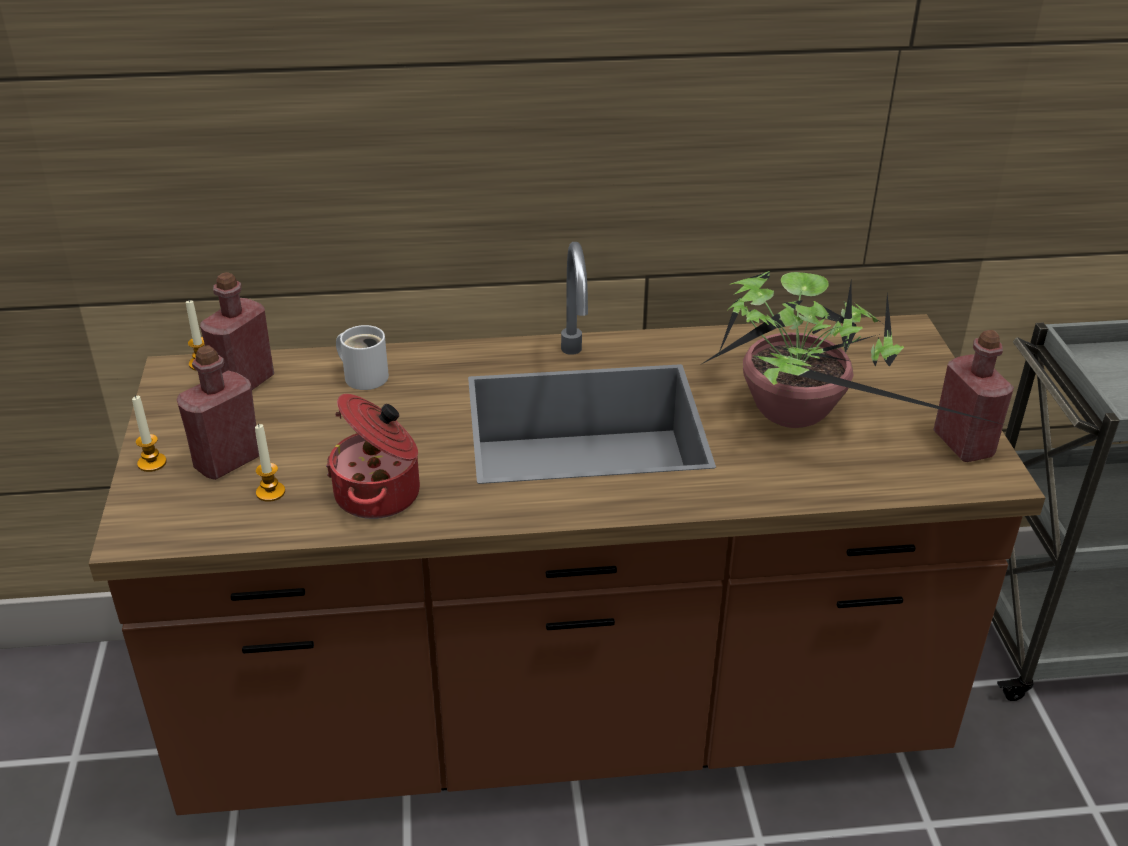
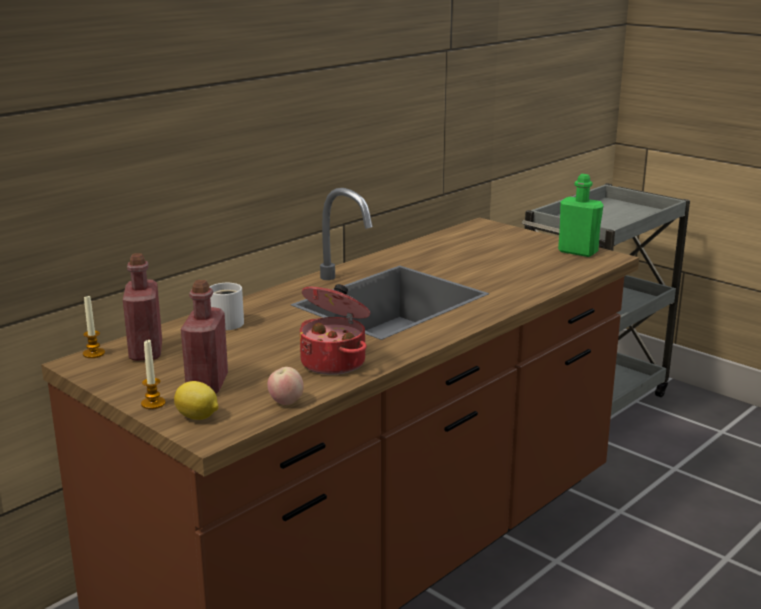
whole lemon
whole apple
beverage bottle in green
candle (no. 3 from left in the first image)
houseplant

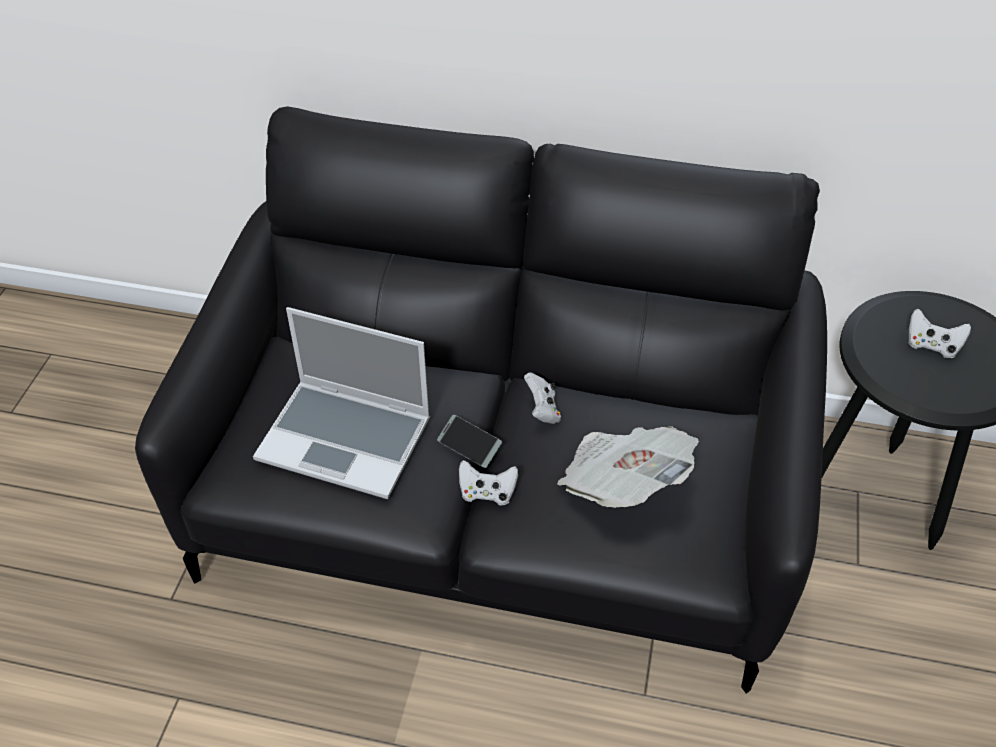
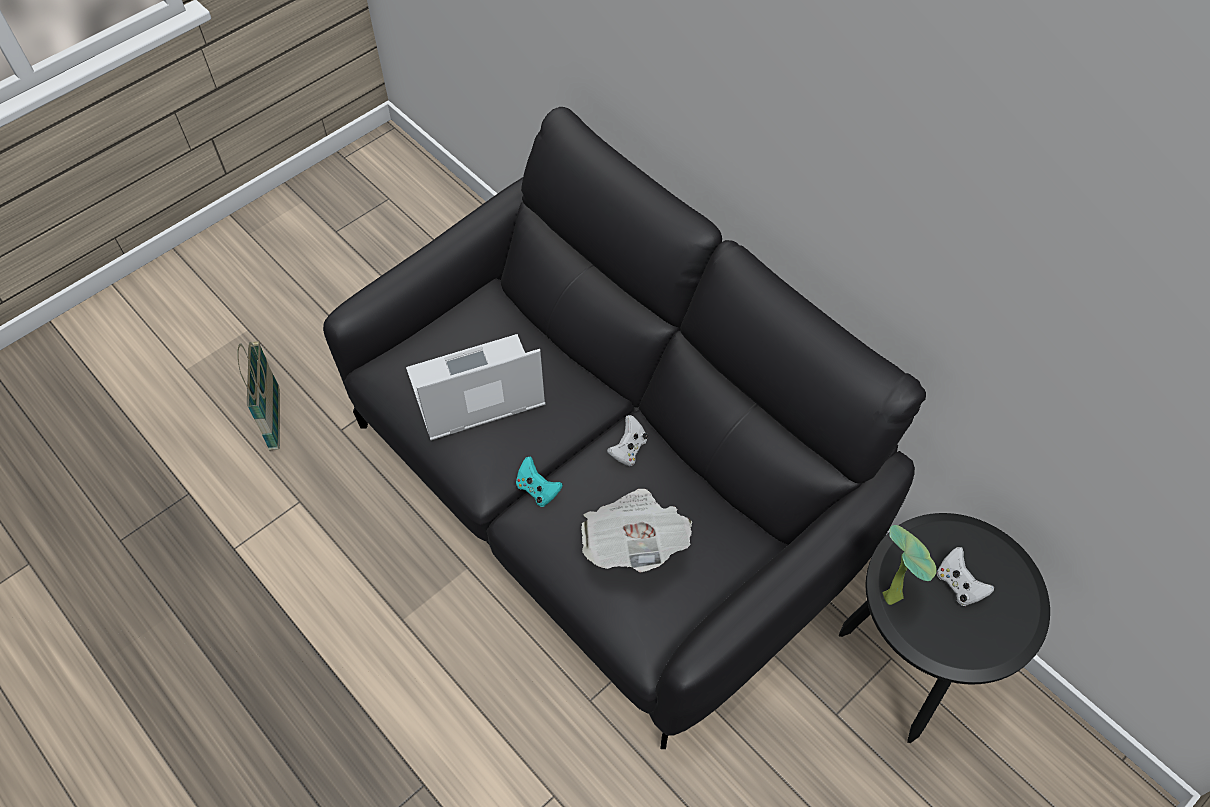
storage basket
notebook computer
game controller in turquoise-coloured
houseplant
phone

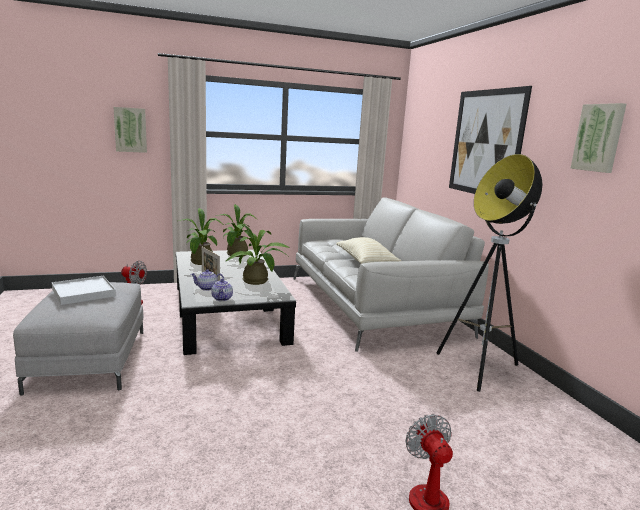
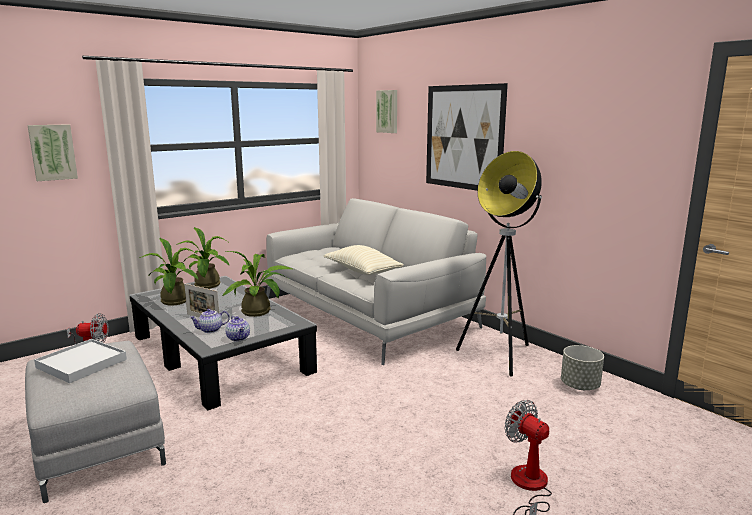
wall art (no. 2 from left)
flower pot in greyish

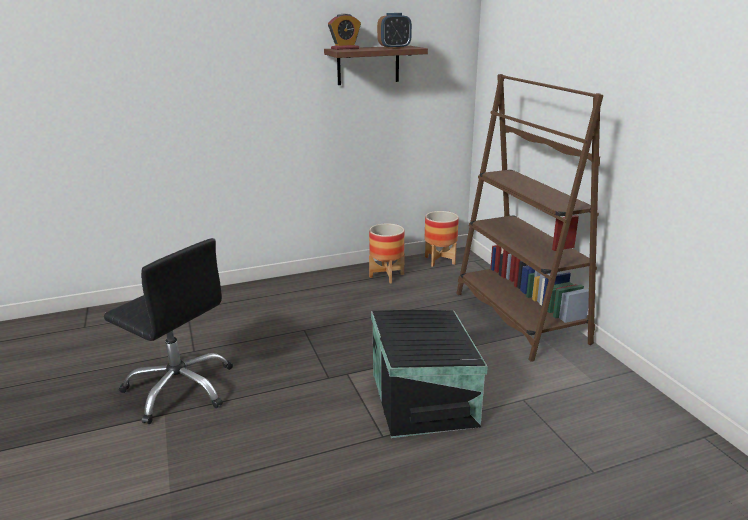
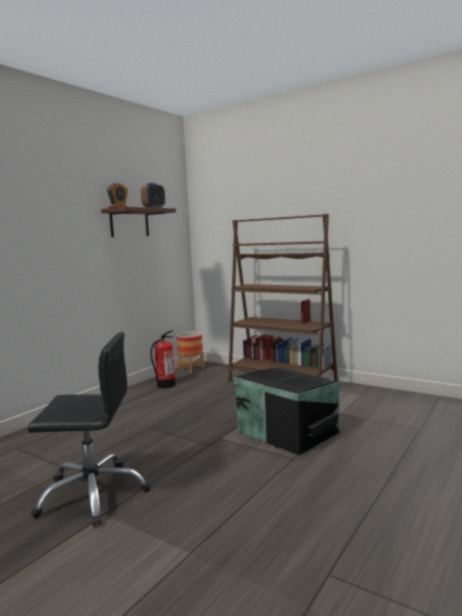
fire extinguisher

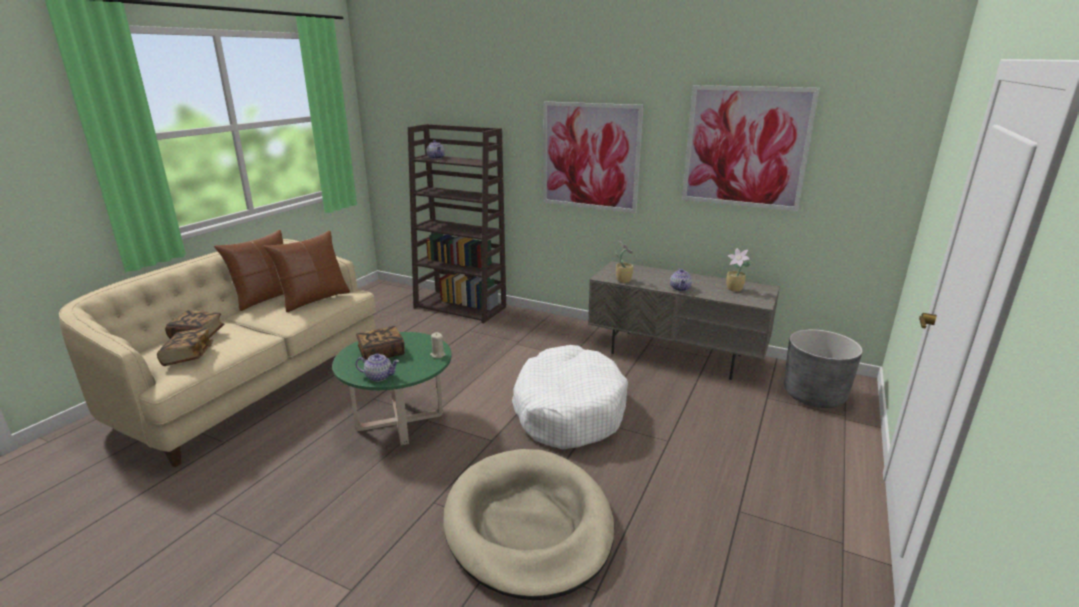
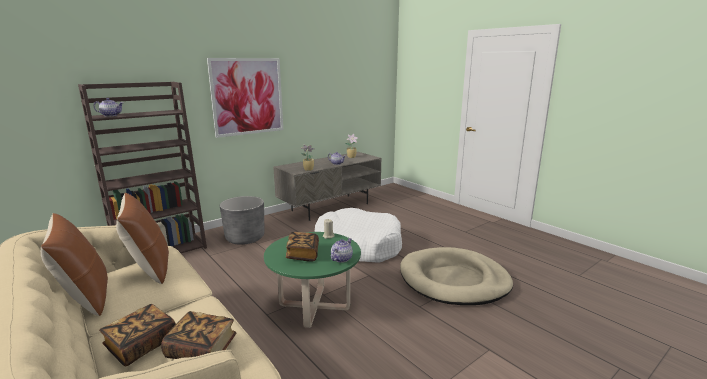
flower pot in greyish
wall art (no. 2 from left in the first image)

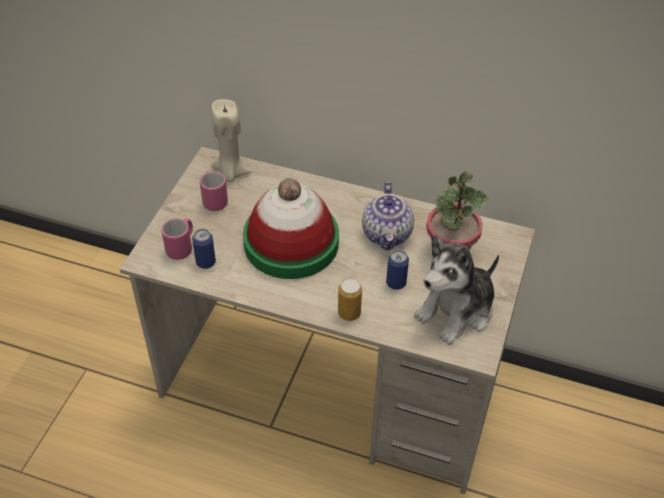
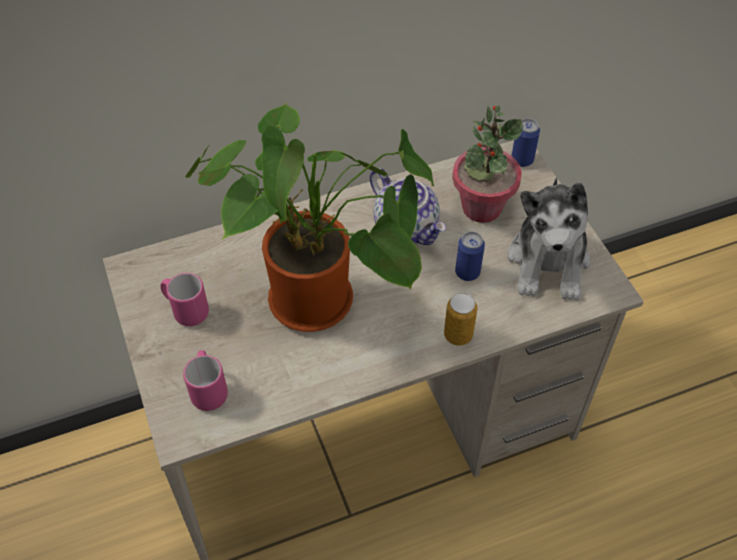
houseplant (no. 1 from left)
can (no. 3 from left)
candle in beige-coloured

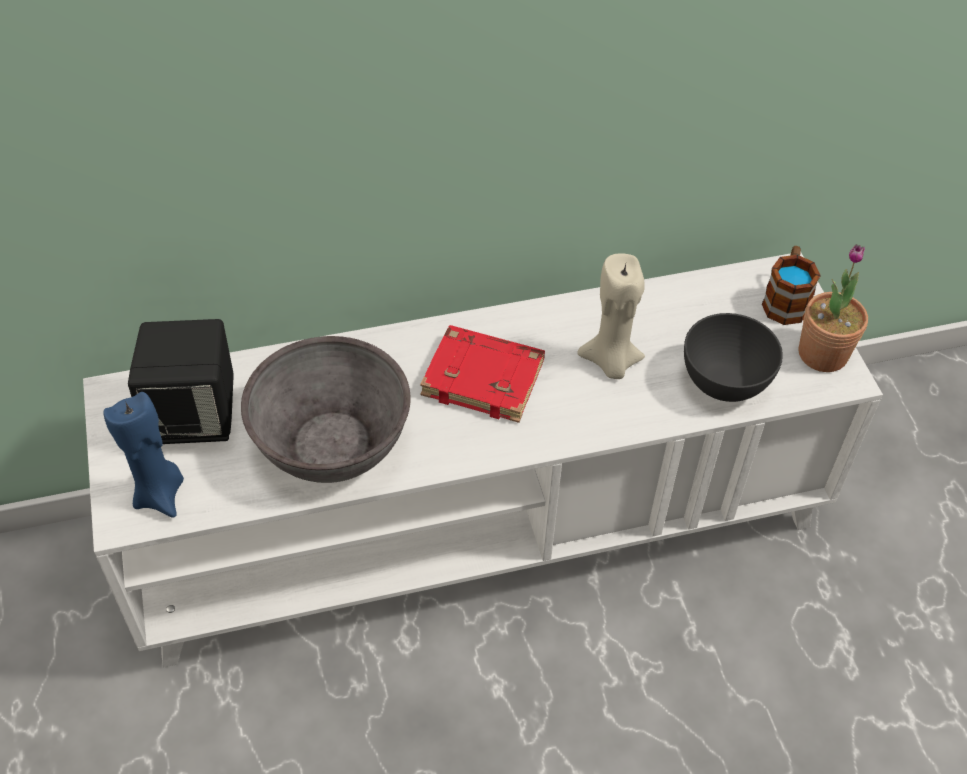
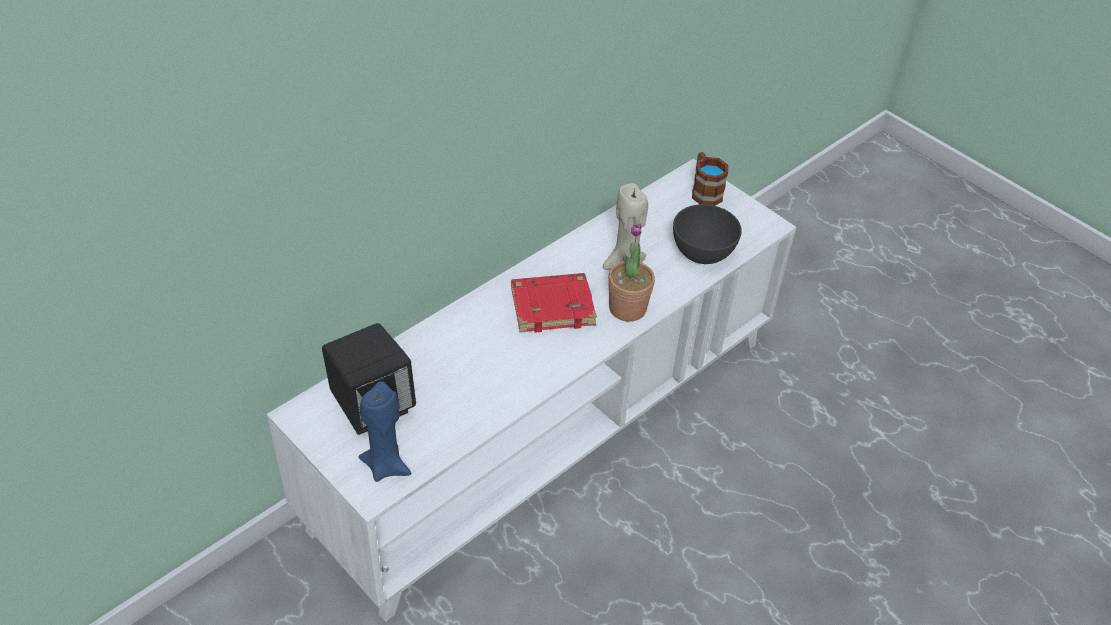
houseplant
deep dish in greyish (no. 1 from left in the first image)

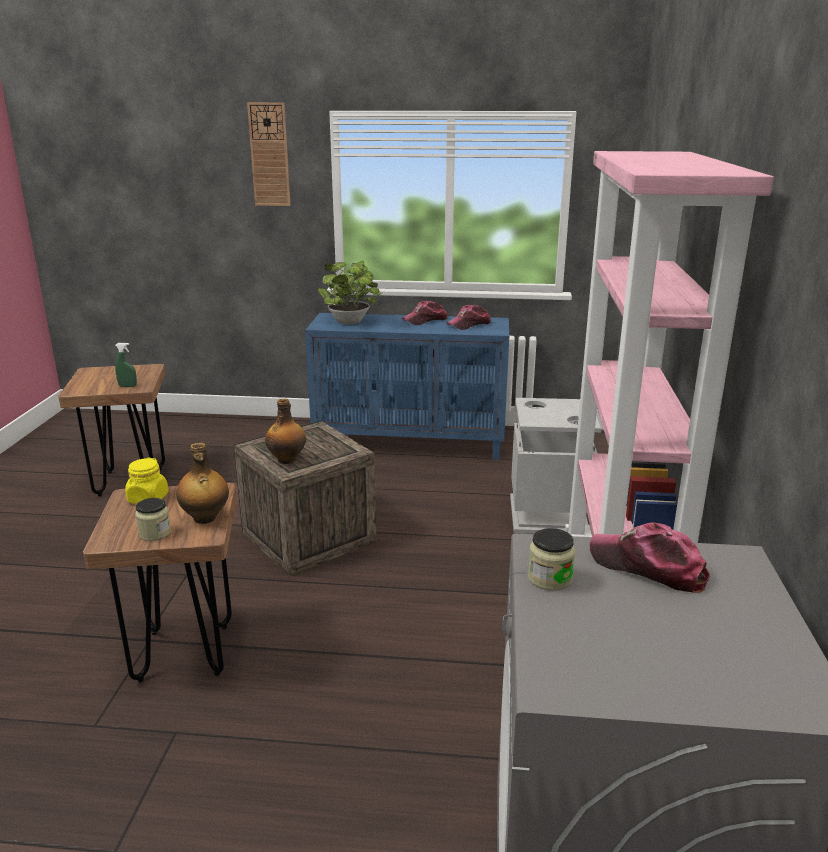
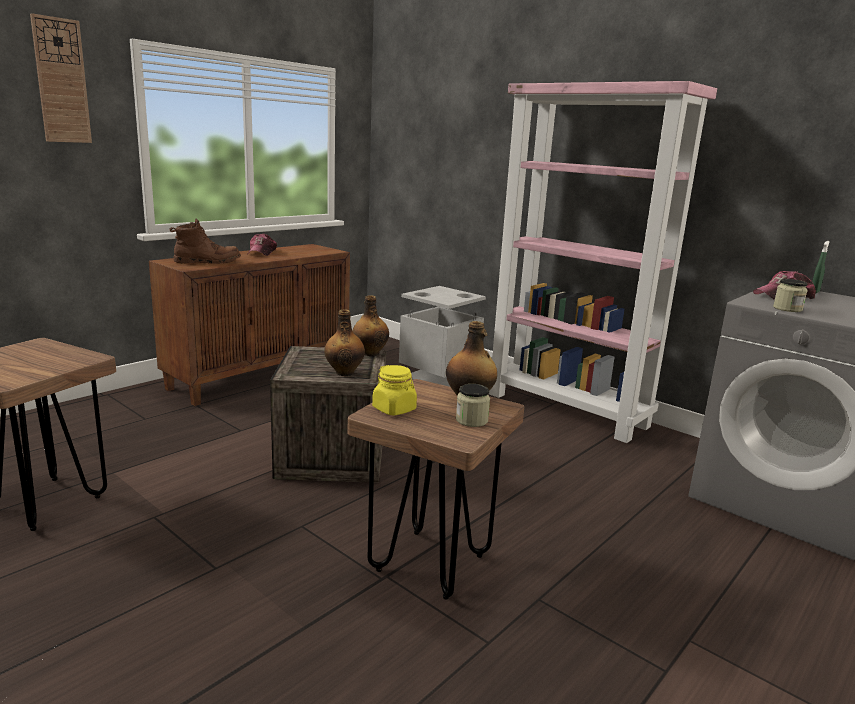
cabinet in brown
boot in brown
beverage bottle (no. 2 from left)
hand sprayer in green
peaked cap (no. 2 from left in the first image)

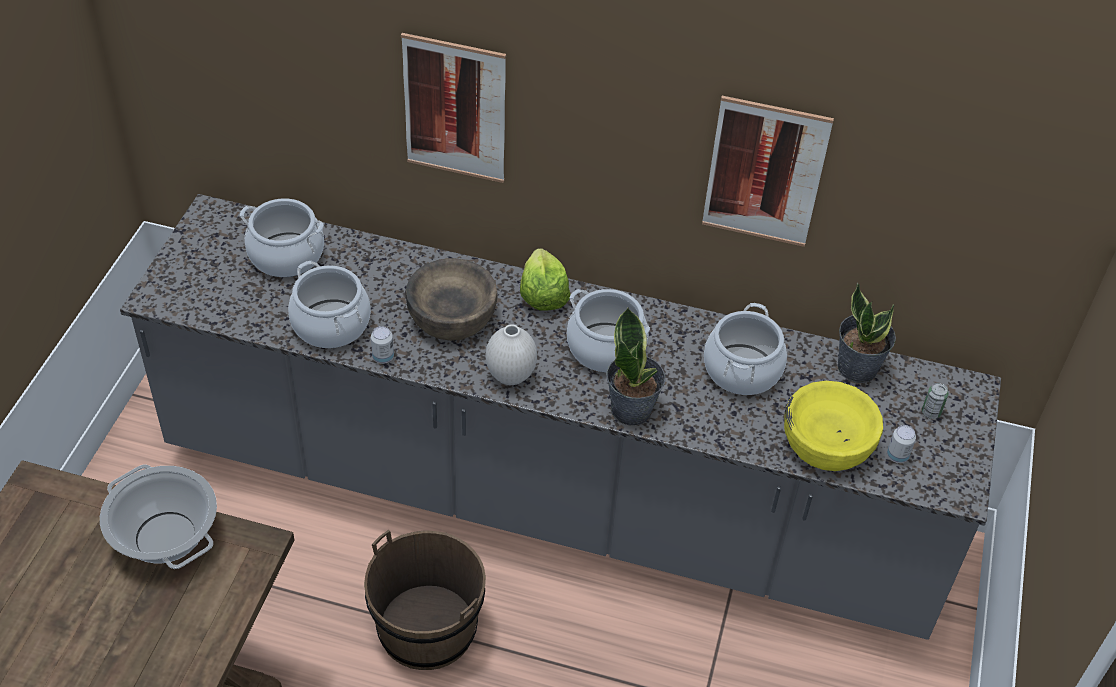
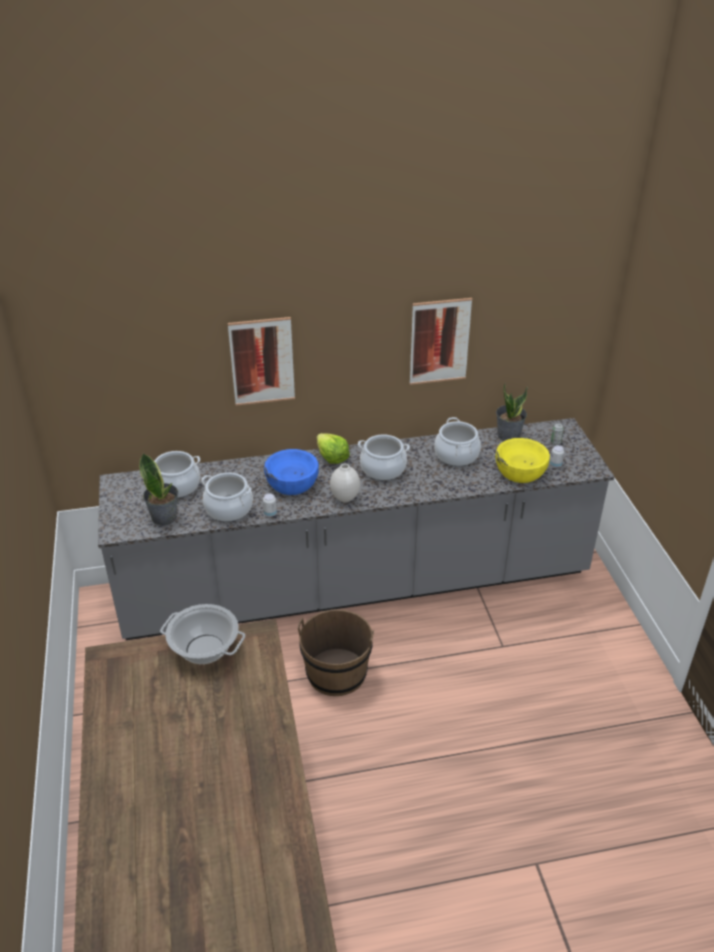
houseplant (no. 1 from left)
deep dish in bluish

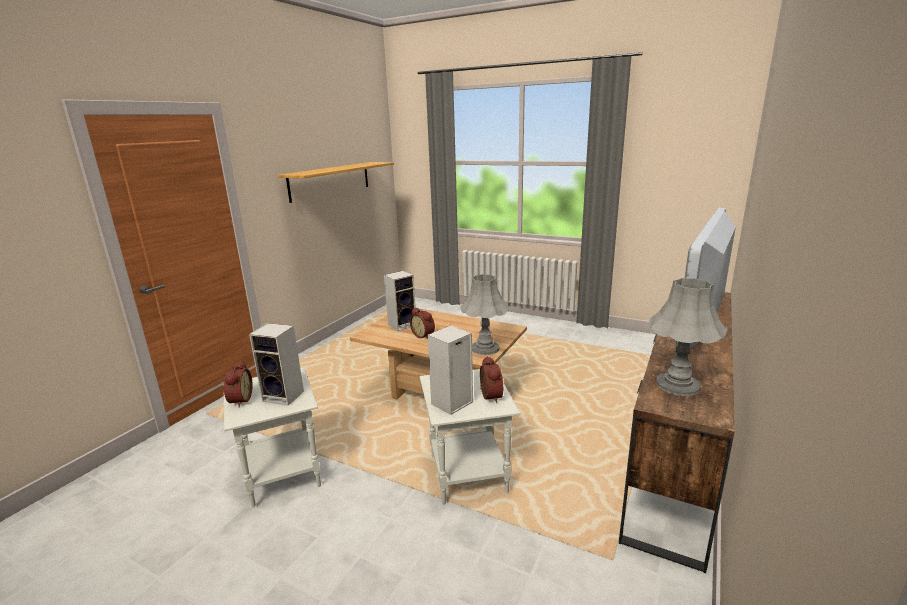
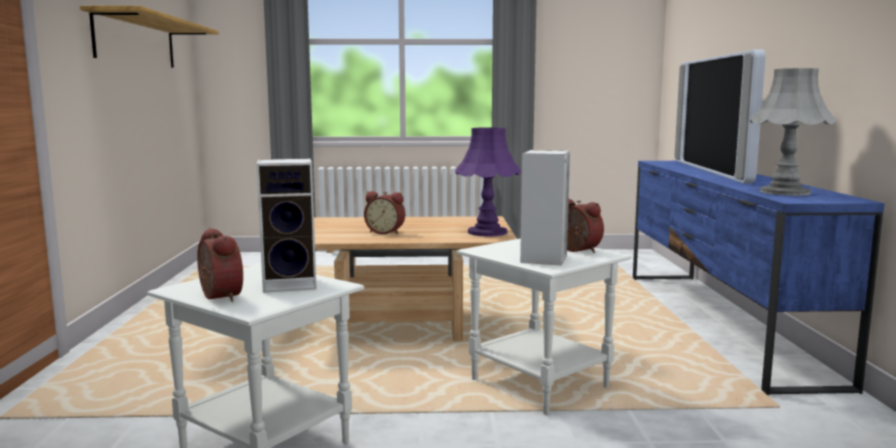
tabletop lamp in purplish
media console in bluish
speaker (no. 2 from left in the first image)

